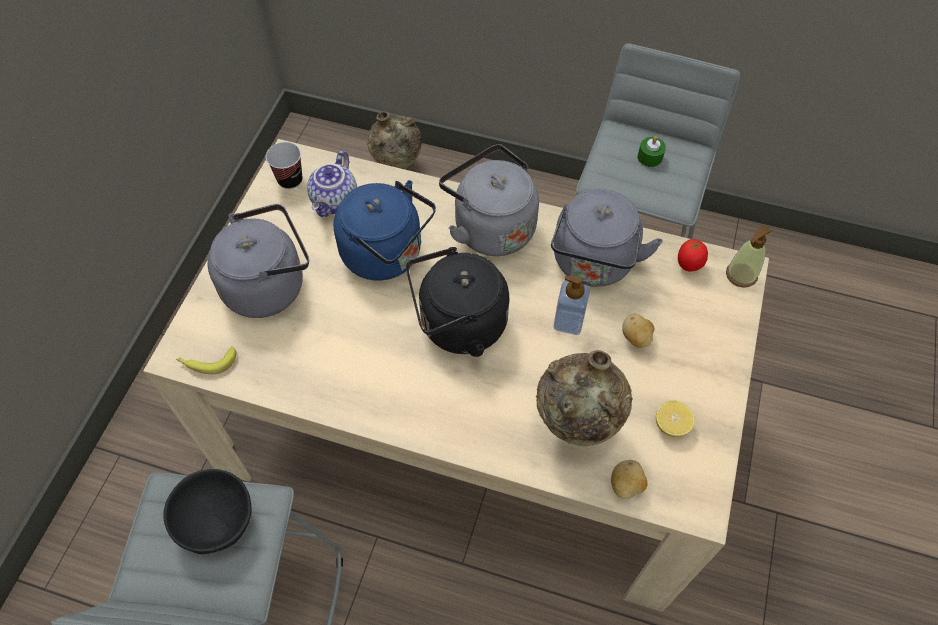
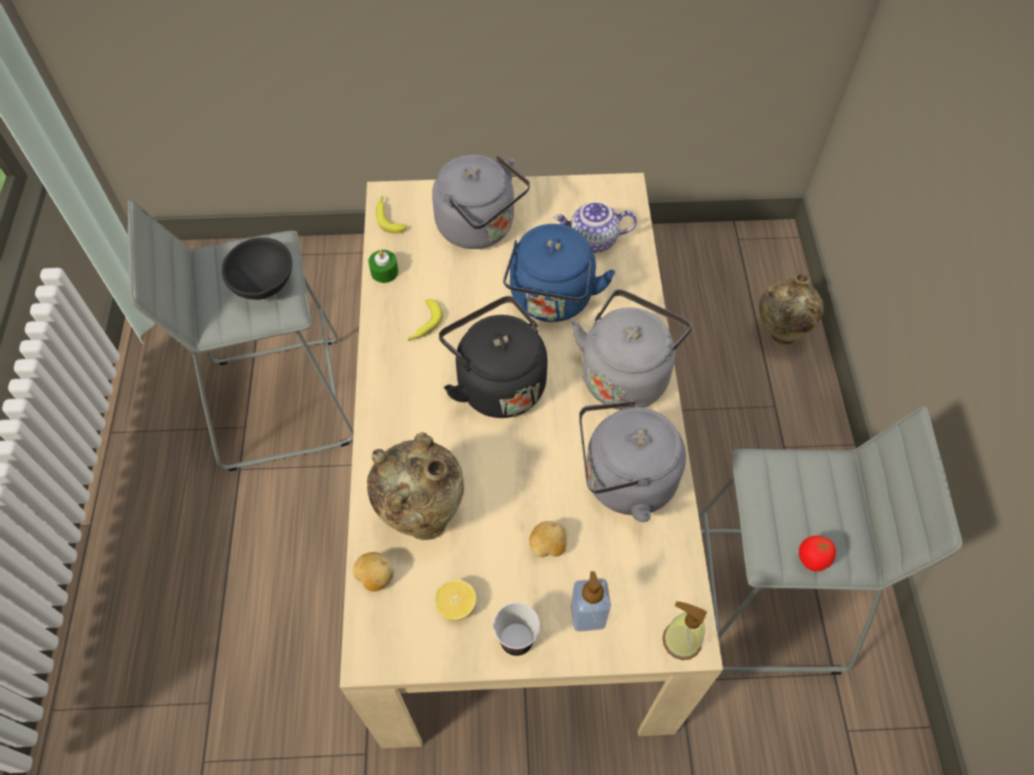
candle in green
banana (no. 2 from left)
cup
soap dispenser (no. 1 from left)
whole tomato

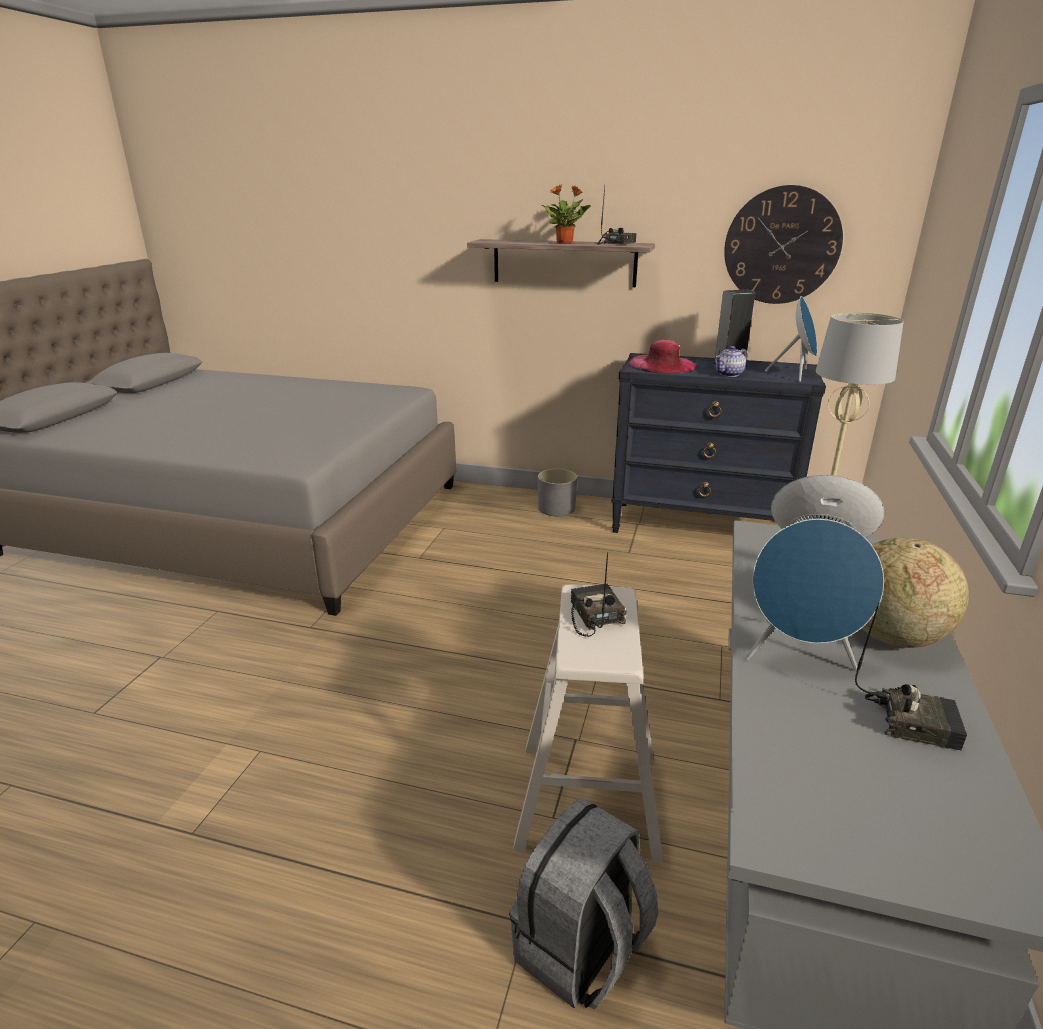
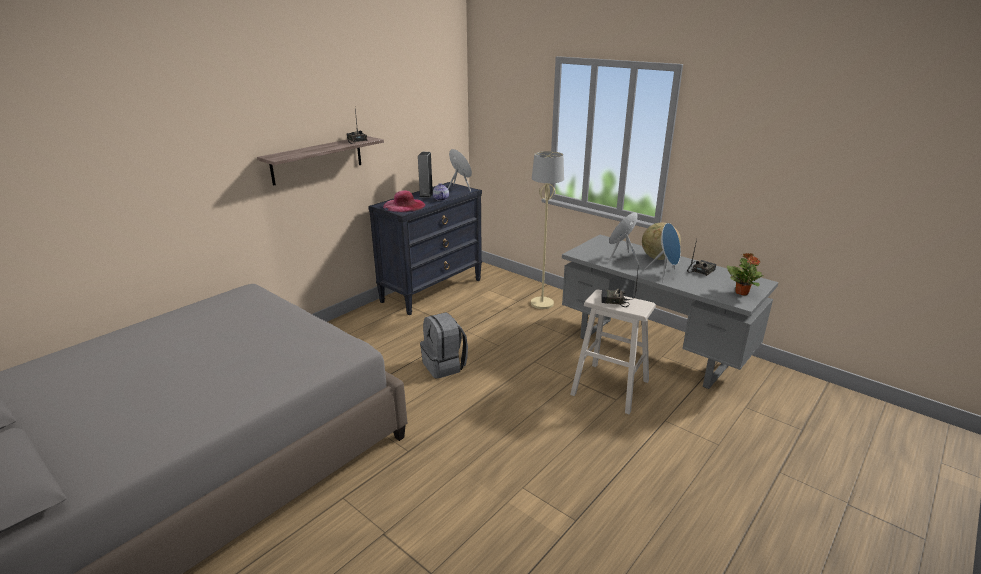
knapsack in greyish
houseplant
flower pot in greyish
clock on the wall

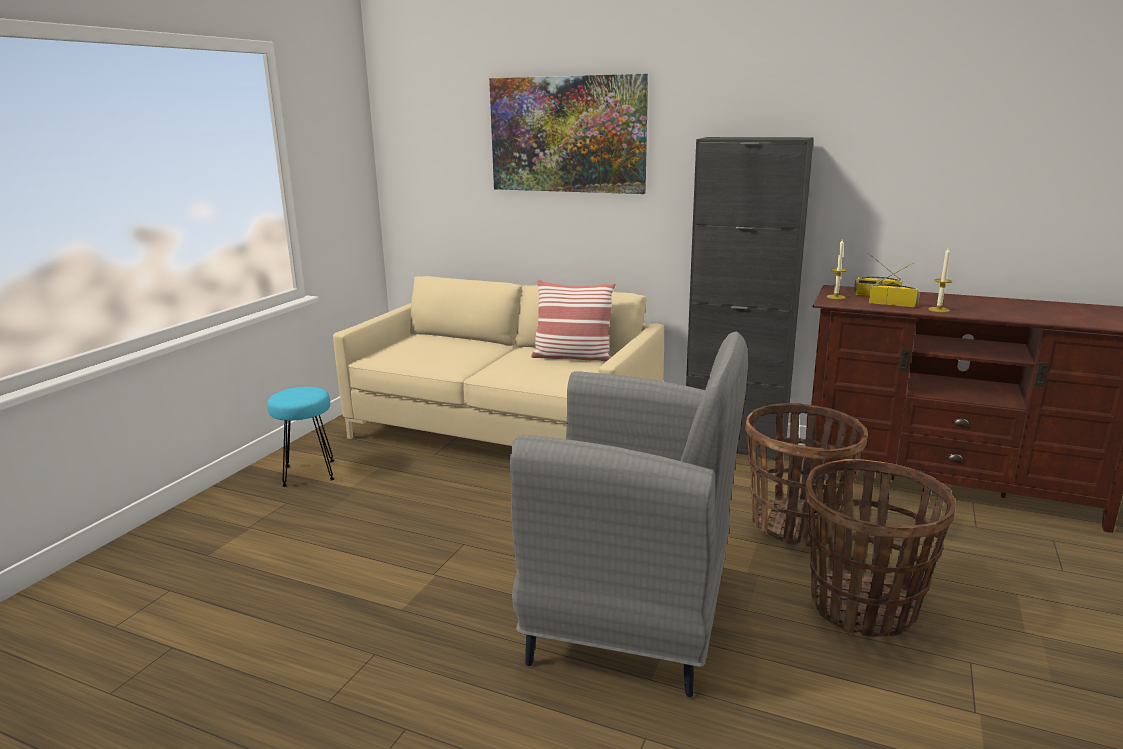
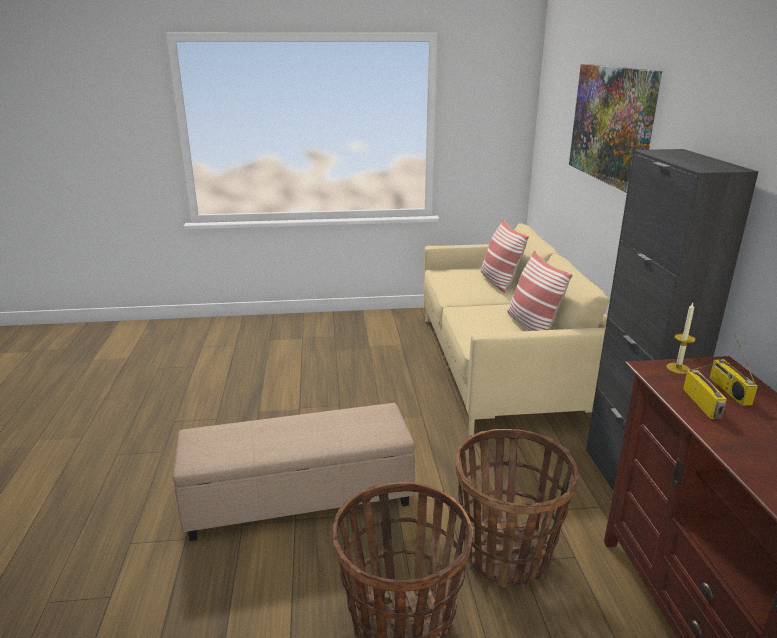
footrest in beige-coloured
cushion (no. 1 from left)
sitting stool in turquoise-coloured
candle (no. 2 from left in the first image)

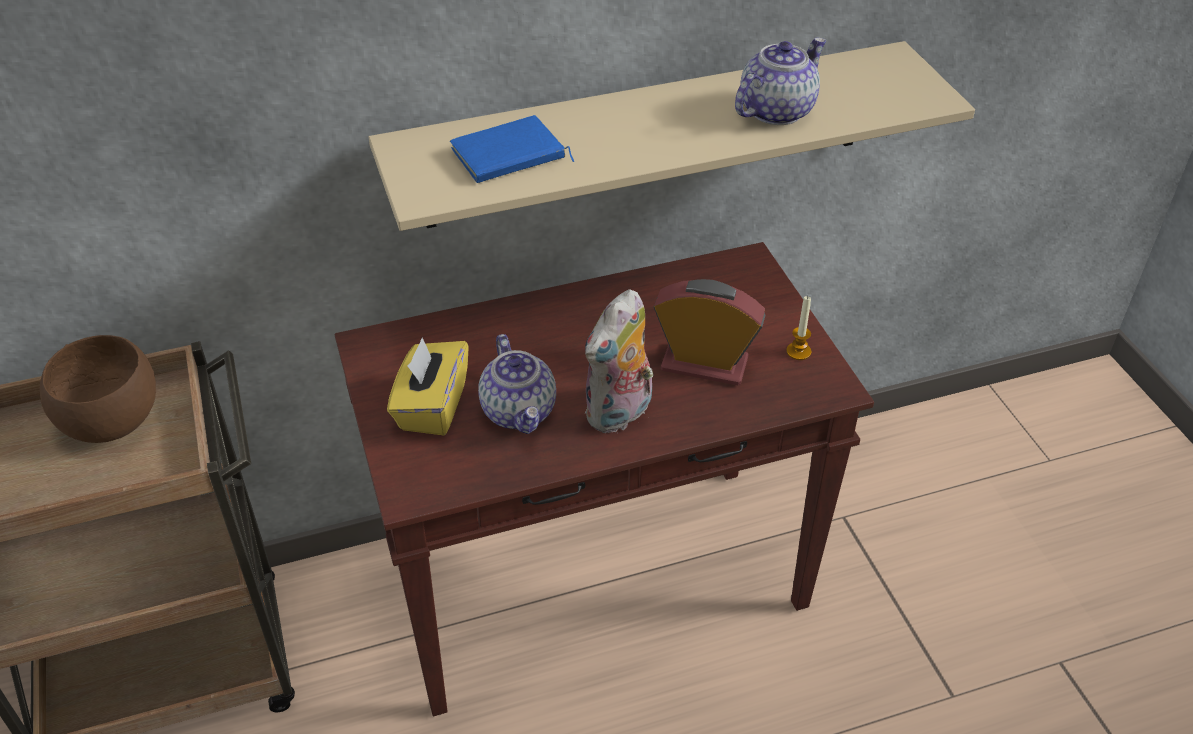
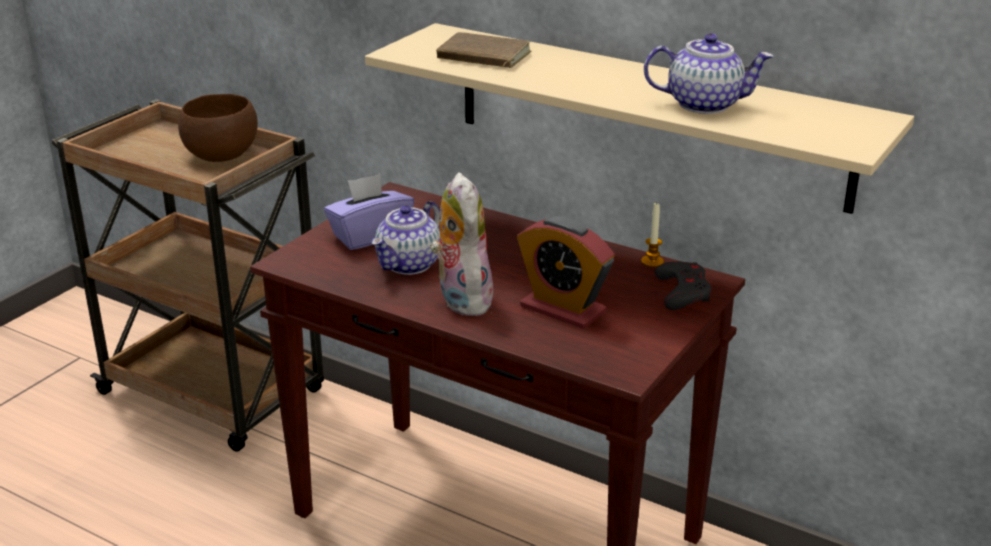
tissue box in purplish
soft toy
volume in brown
table clock
candle
game controller in greyish

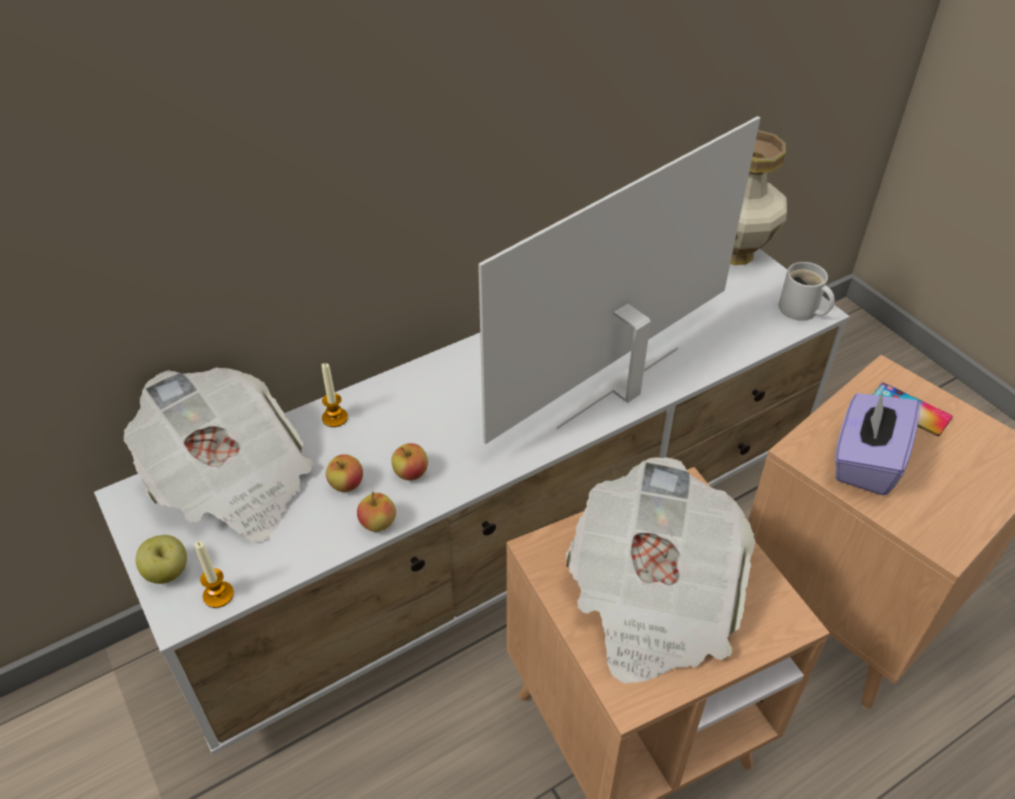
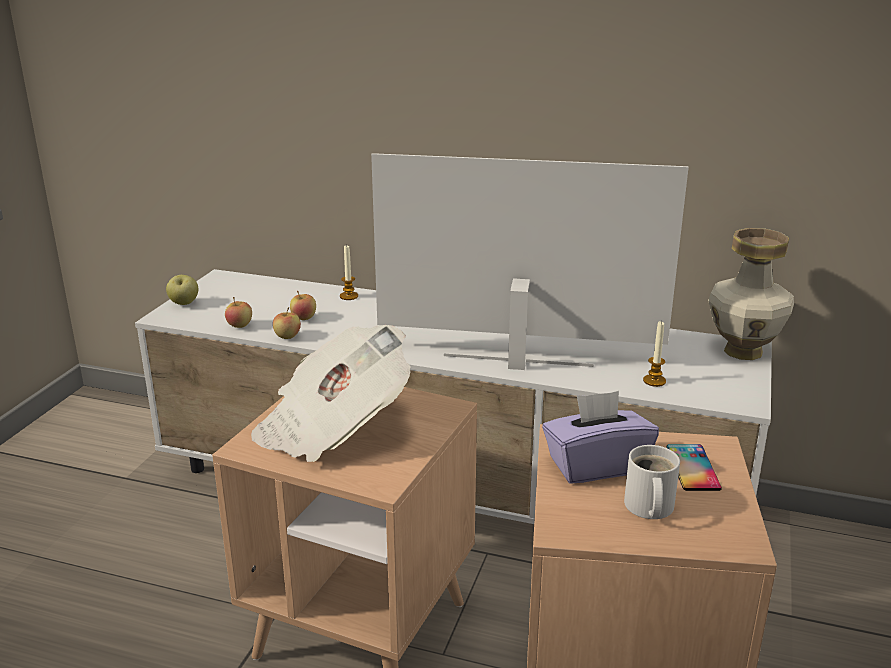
whole apple (no. 2 from left)
tea mug in whitish
candle (no. 2 from left)
daily paper (no. 1 from left in the first image)

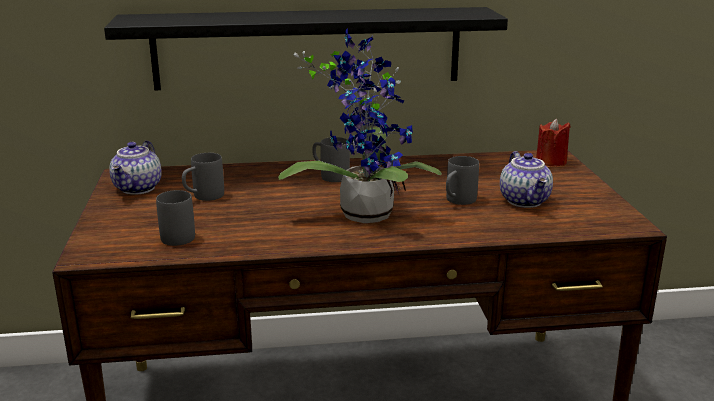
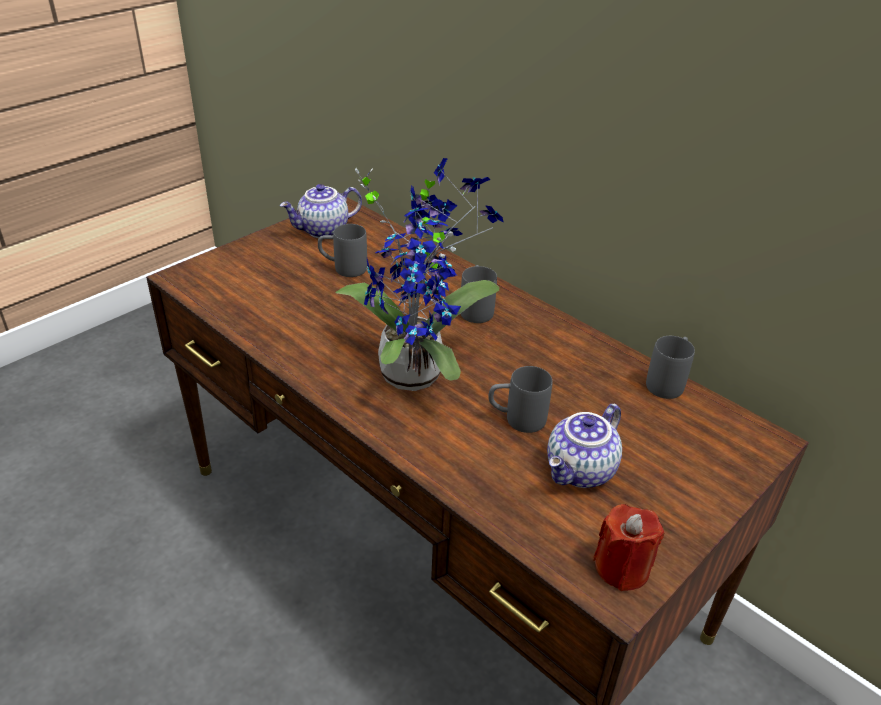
candle in red-coloured
tea mug in greyish (no. 4 from left)
wall shelf in black

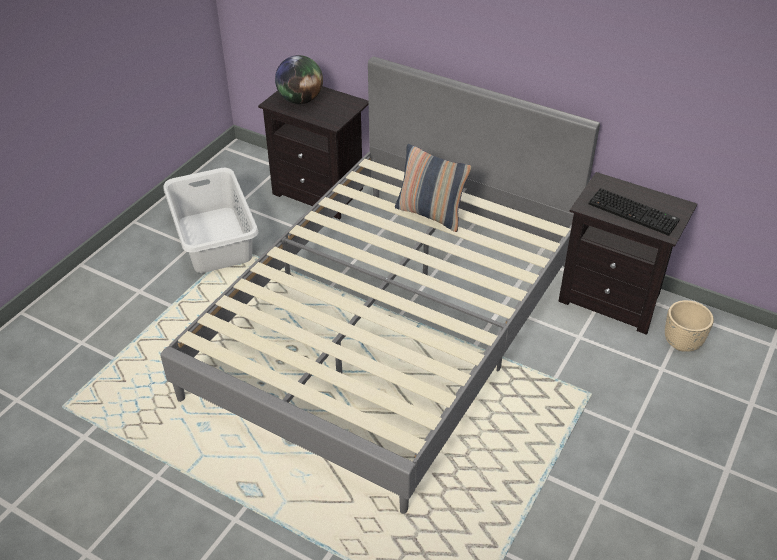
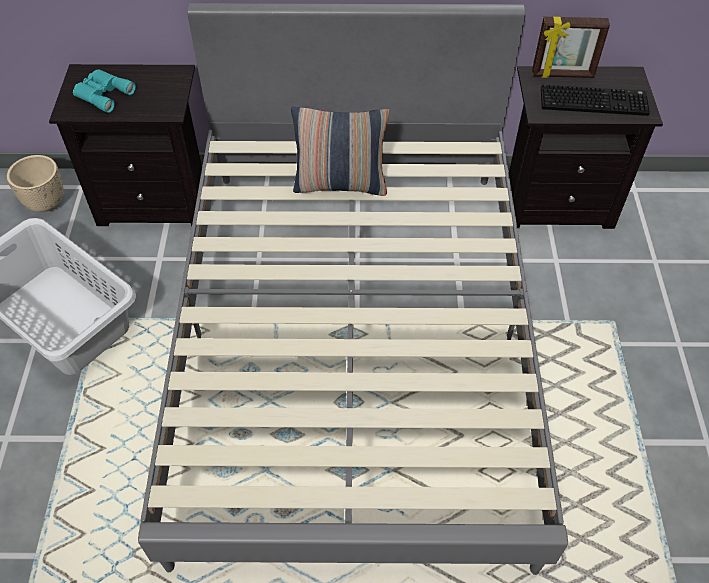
flower pot in beige-coloured
binoculars in turquoise-coloured
standing frame

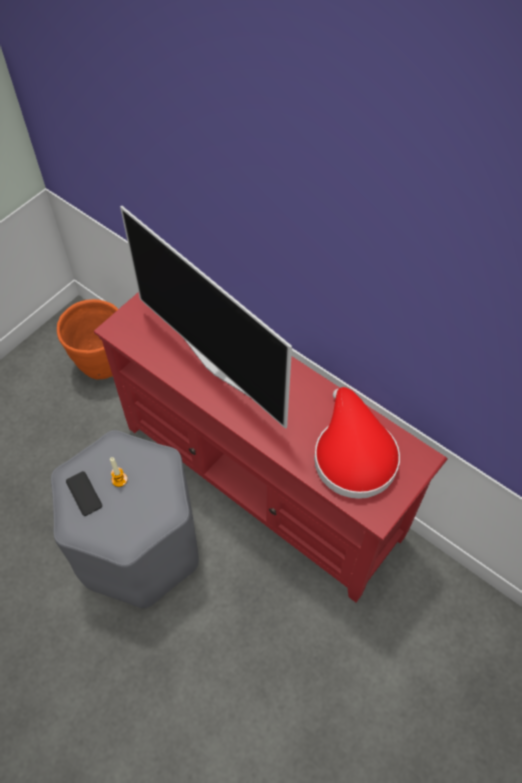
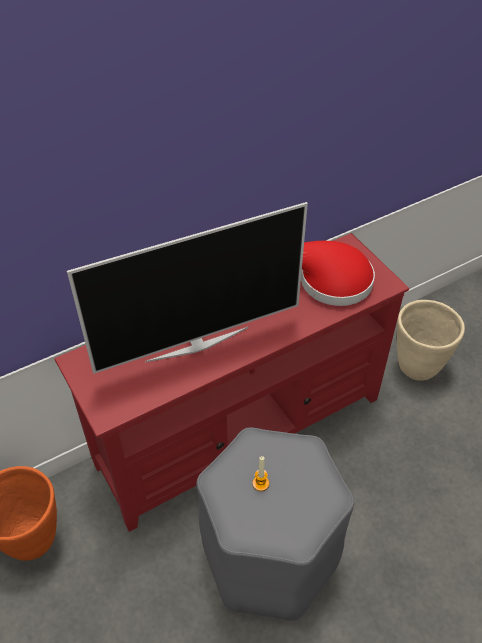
flower pot in beige-coloured
phone

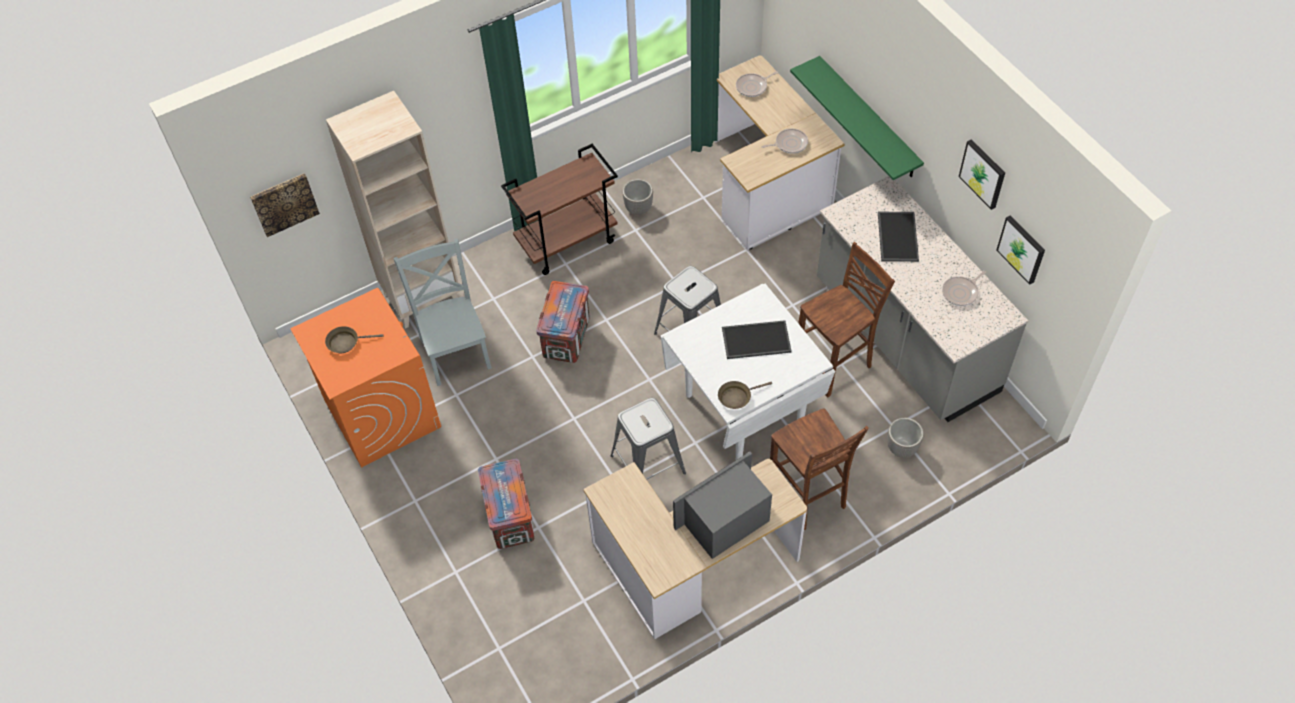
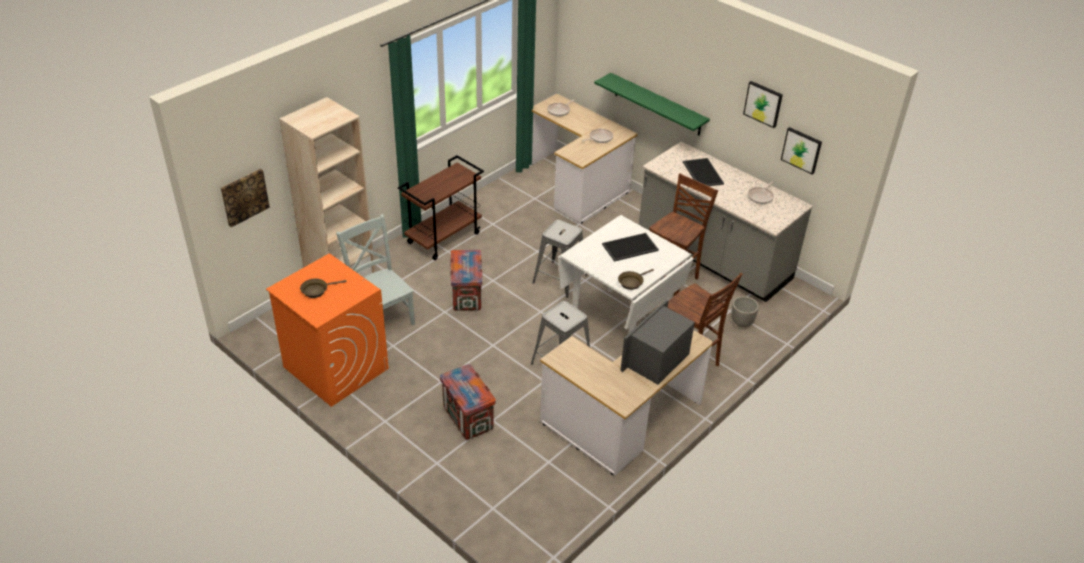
flower pot (no. 1 from left in the first image)

